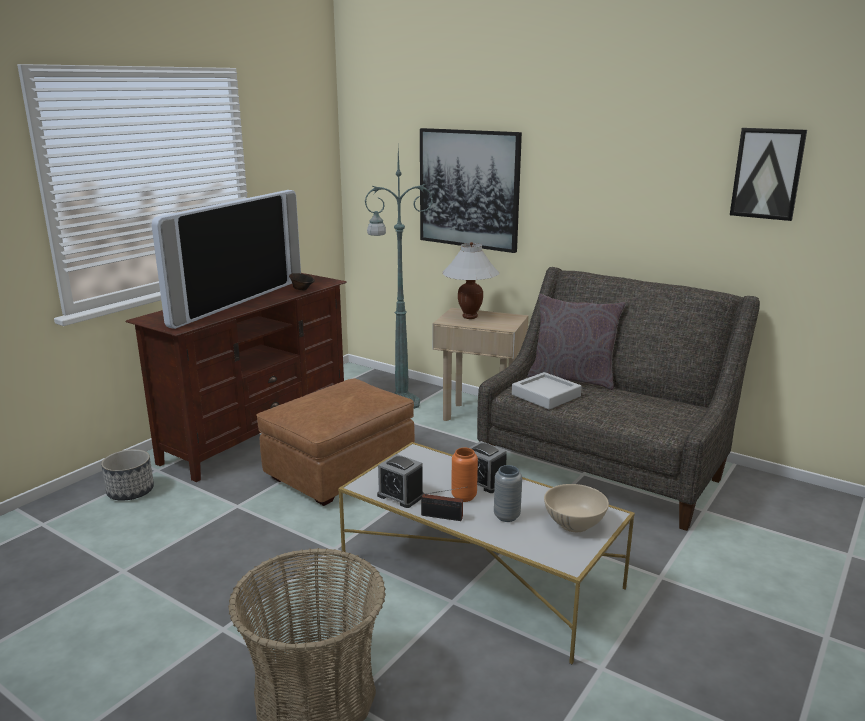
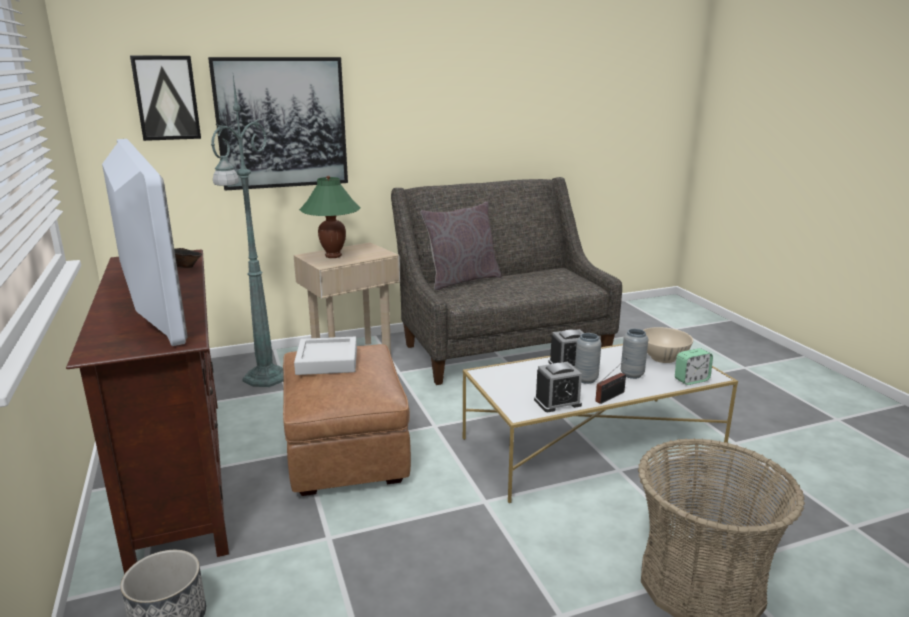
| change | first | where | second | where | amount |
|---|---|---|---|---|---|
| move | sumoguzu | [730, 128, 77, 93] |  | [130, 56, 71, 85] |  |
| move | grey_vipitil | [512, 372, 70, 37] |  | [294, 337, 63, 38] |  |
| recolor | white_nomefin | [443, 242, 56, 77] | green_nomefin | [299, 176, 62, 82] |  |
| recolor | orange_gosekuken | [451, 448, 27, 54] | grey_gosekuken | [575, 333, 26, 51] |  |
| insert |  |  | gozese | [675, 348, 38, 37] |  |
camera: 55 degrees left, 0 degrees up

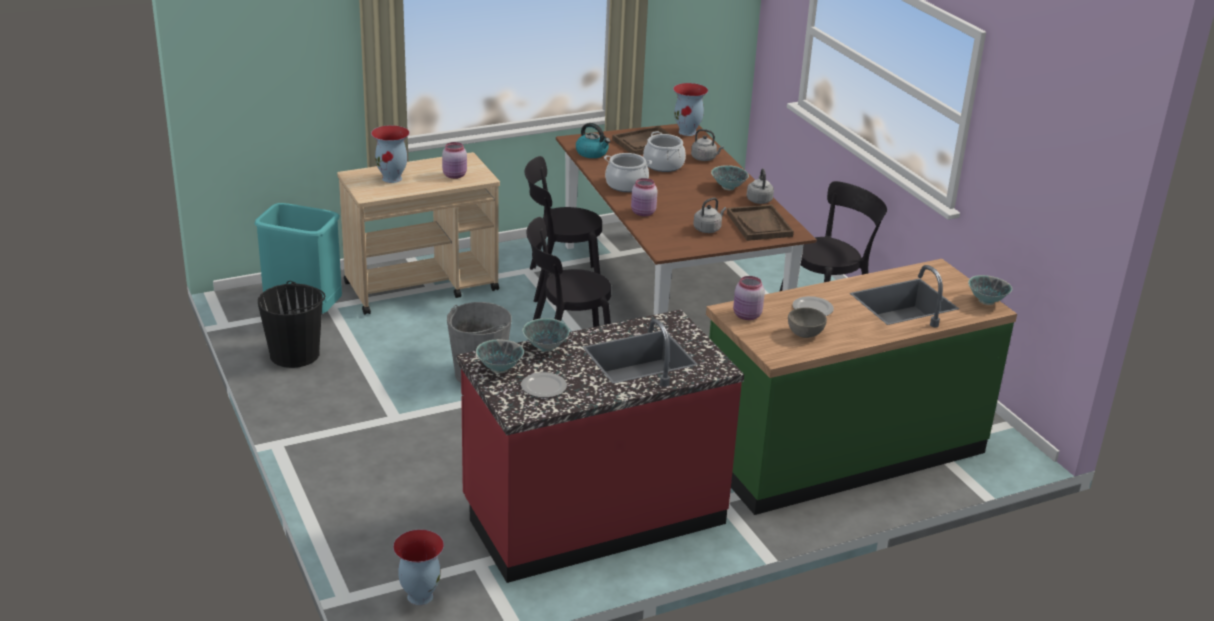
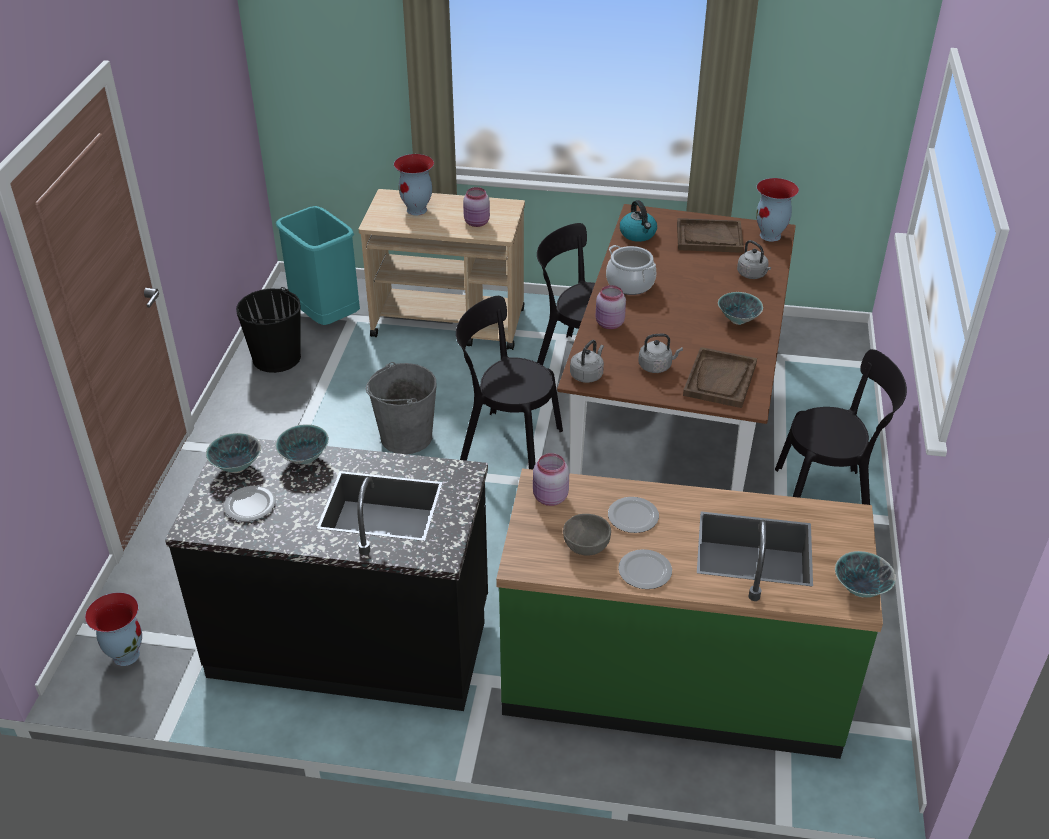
| change | first | where | second | where | amount |
|---|---|---|---|---|---|
| recolor | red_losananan | [457, 310, 287, 273] | black_losananan | [165, 435, 323, 276] |  |
| move | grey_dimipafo | [746, 168, 28, 36] |  | [570, 340, 34, 43] |  |
| insert |  |  | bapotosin | [618, 549, 54, 40] |  |
| delete | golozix | [643, 131, 43, 41] |  |  |  |
camera: 35 degrees right, 10 degrees up

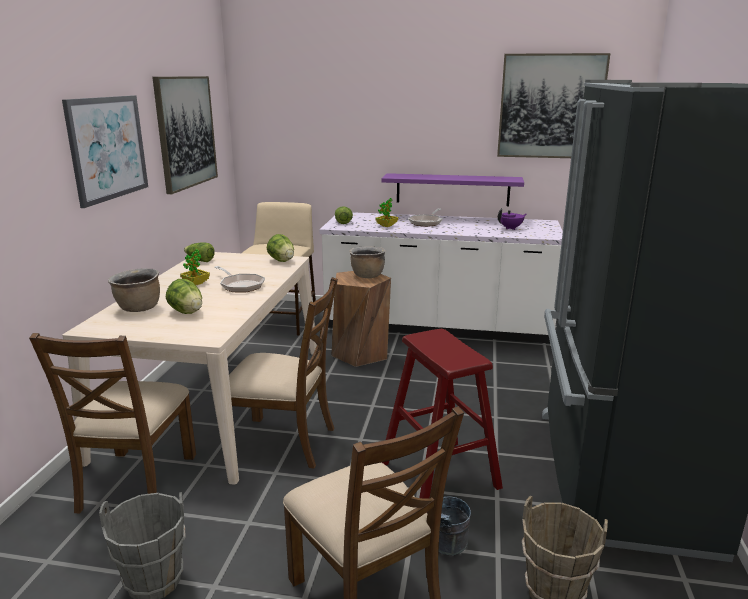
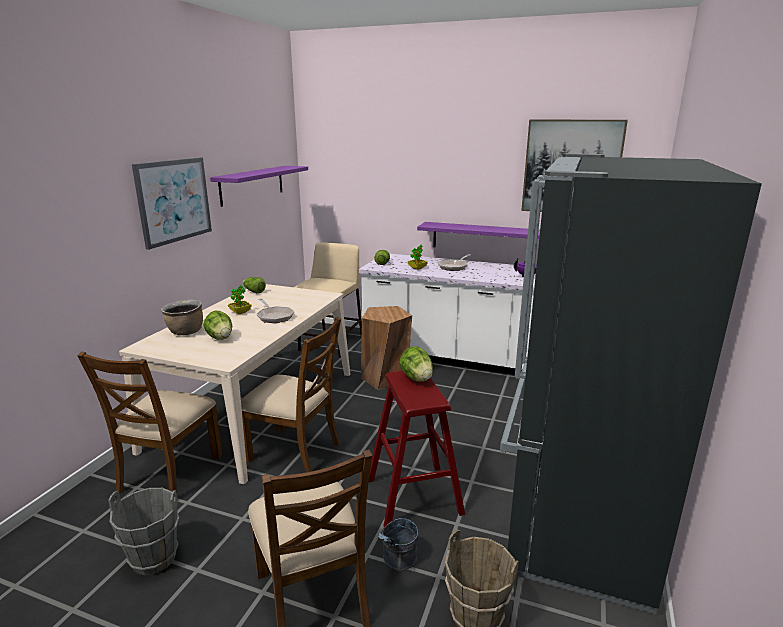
| change | first | where | second | where | amount |
|---|---|---|---|---|---|
| replace | sumoguzu | [152, 76, 66, 118] | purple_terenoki | [210, 166, 98, 41] |  |
| move | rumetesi | [267, 234, 27, 28] |  | [399, 346, 34, 35] |  |
| delete | brown_golozix | [349, 246, 37, 32] |  |  |  |
camera: 10 degrees right, 0 degrees up

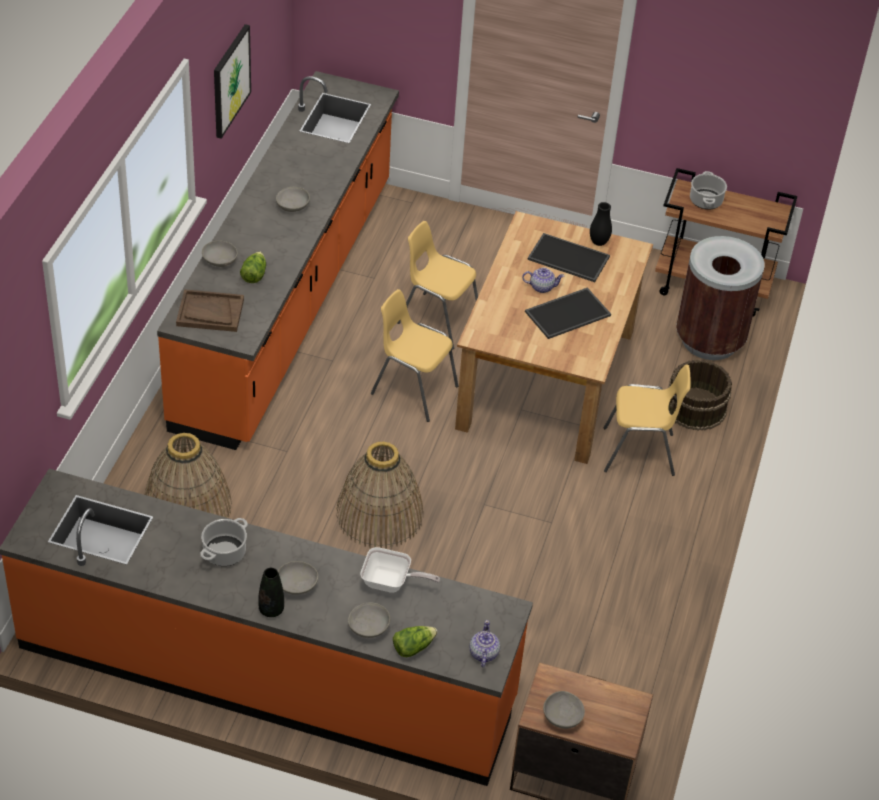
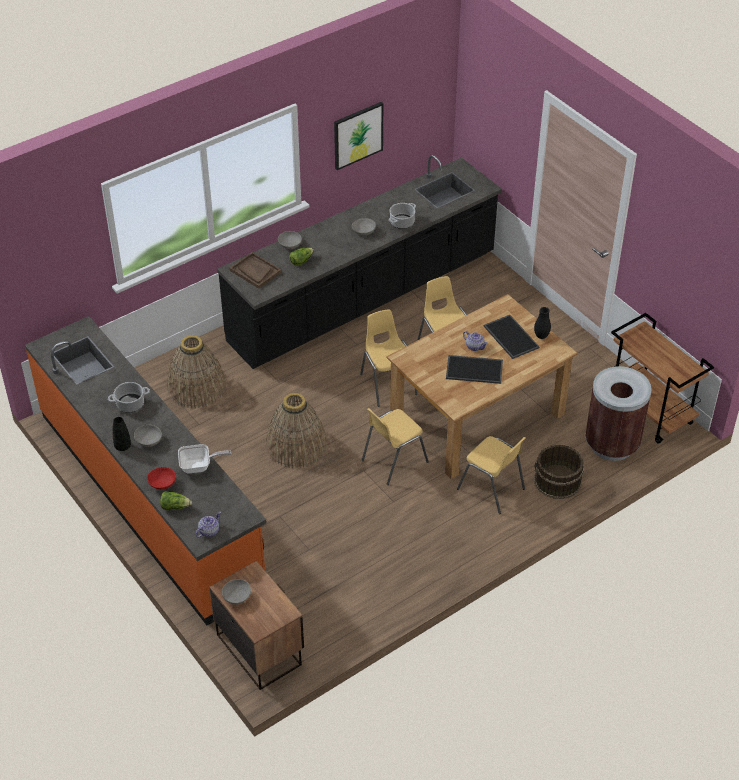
| change | first | where | second | where | amount |
|---|---|---|---|---|---|
| recolor | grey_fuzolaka | [348, 602, 42, 36] | red_fuzolaka | [147, 467, 29, 23] |  |
| rotate | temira | [360, 547, 80, 46] |  | [178, 444, 54, 29] | 60 degrees counterclockwise |
| recolor | orange_losananan | [157, 71, 242, 379] | black_losananan | [217, 155, 285, 214] |  |
| insert |  |  | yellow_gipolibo | [362, 408, 67, 77] |  |
| move | golozix | [690, 171, 37, 39] |  | [389, 203, 27, 26] |  |
camera: 40 degrees right, 0 degrees up

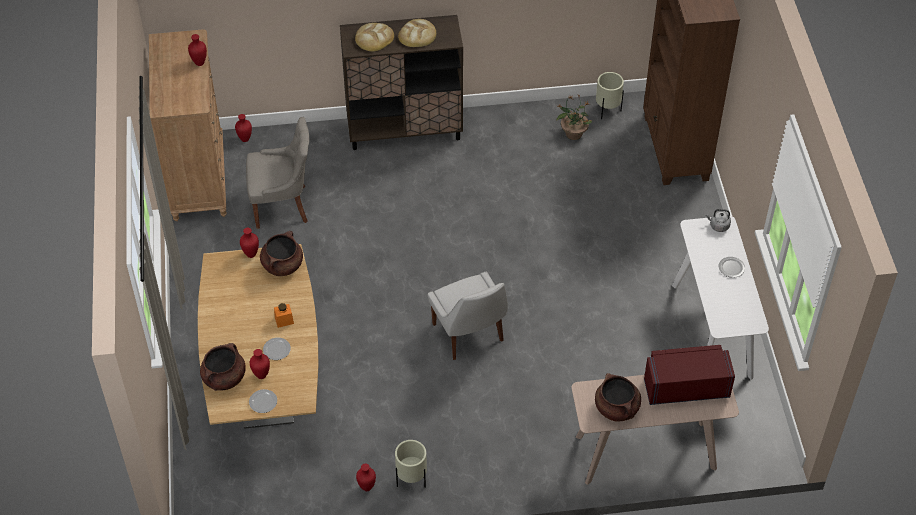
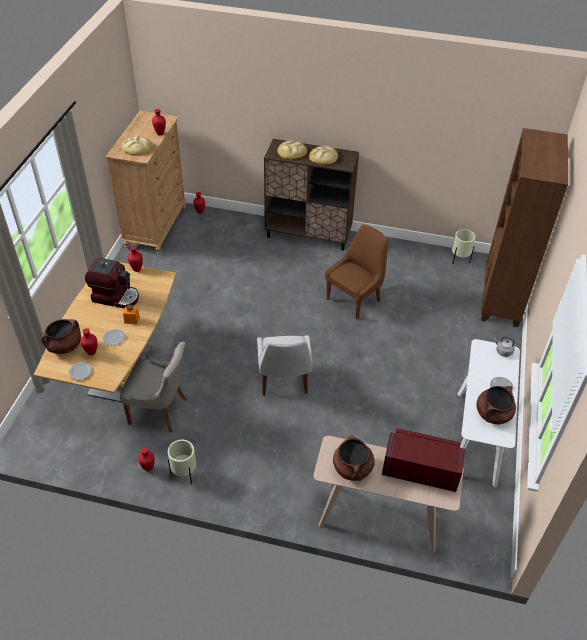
| change | first | where | second | where | amount |
|---|---|---|---|---|---|
| insert |  |  | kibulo | [85, 258, 54, 51] |  |
| move | grey_gipolibo | [246, 117, 63, 112] |  | [120, 342, 67, 91] |  |
| insert |  |  | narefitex | [122, 136, 30, 20] |  |
| insert |  |  | brown_gipolibo | [325, 224, 63, 95] |  |
| move | brown_golozix | [260, 231, 43, 45] |  | [477, 386, 39, 39] |  |
| delete | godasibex | [556, 94, 36, 46] |  |  |  |
camera: 20 degrees right, 5 degrees down

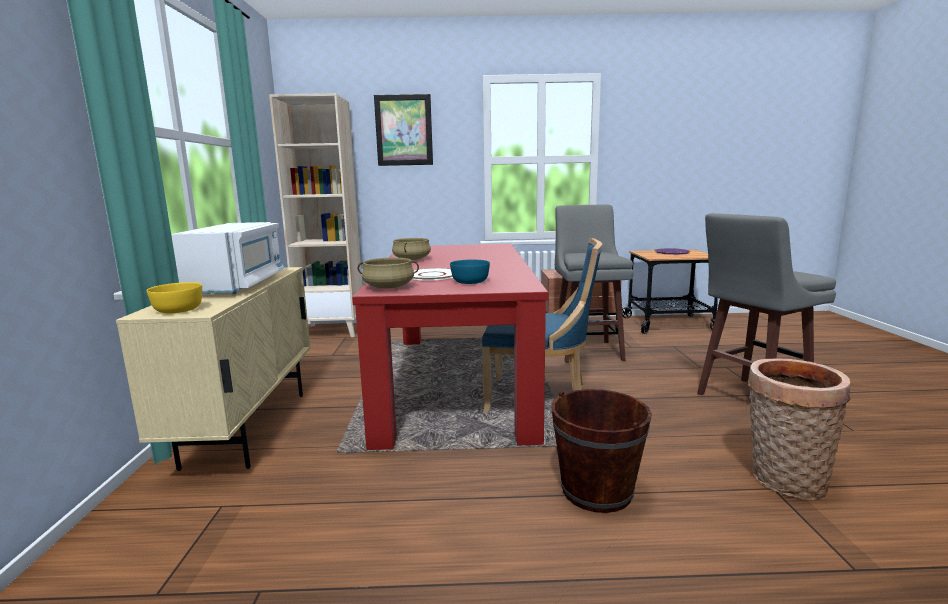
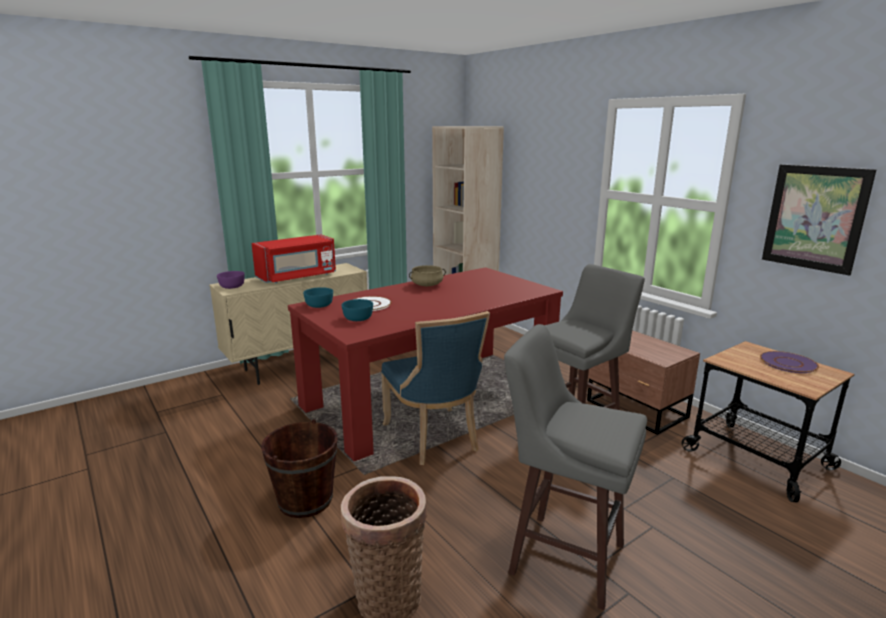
| change | first | where | second | where | amount |
|---|---|---|---|---|---|
| recolor | yellow_fuzolaka | [147, 282, 55, 31] | purple_fuzolaka | [217, 271, 28, 18] |  |
| recolor | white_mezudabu | [171, 222, 113, 72] | red_mezudabu | [251, 234, 85, 49] |  |
| replace | beige_golozix | [358, 258, 61, 30] | turquoise_fuzolaka | [303, 287, 30, 21] |  |
| move | sumoguzu | [374, 94, 59, 72] |  | [762, 164, 114, 112] |  |
camera: 55 degrees right, 5 degrees up

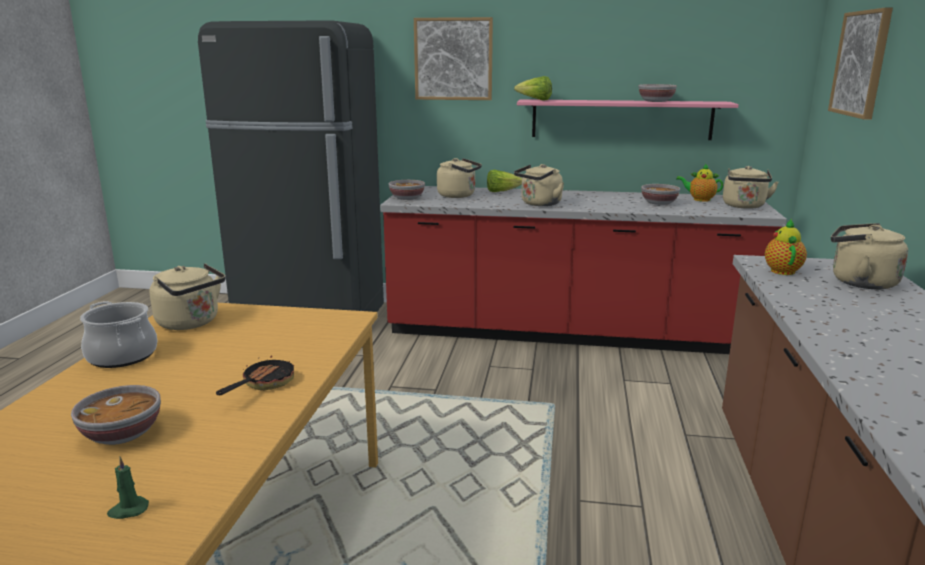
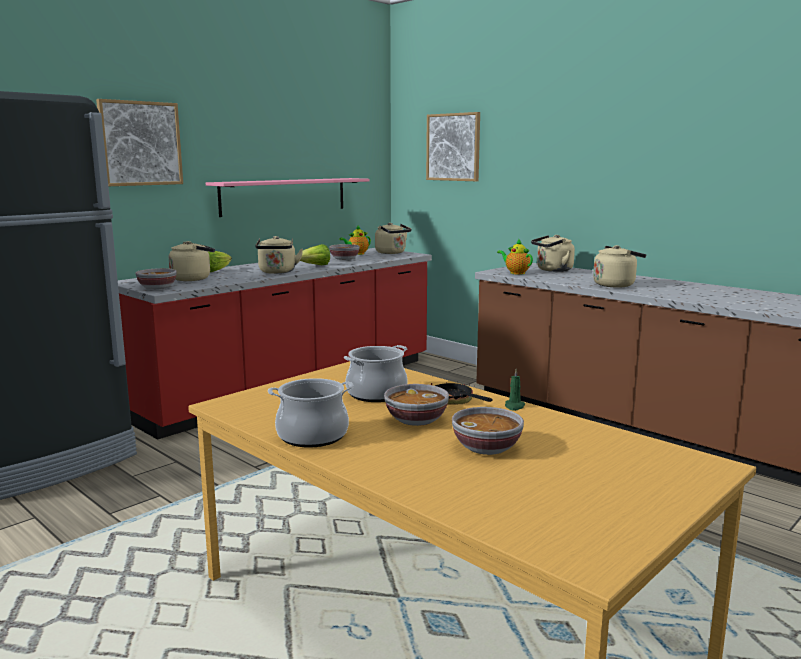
| change | first | where | second | where | amount |
|---|---|---|---|---|---|
| move | rumetesi | [514, 76, 38, 25] |  | [300, 244, 30, 21] |  |
| insert |  |  | golozix | [344, 345, 63, 57] |  |
| move | fuzolaka | [639, 84, 38, 18] |  | [384, 384, 65, 42] |  |
| move | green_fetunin | [107, 457, 42, 62] |  | [505, 369, 20, 42] |  |
| move | beige_dimipafo | [149, 263, 77, 67] |  | [593, 245, 53, 43] |  |
camera: 55 degrees left, 5 degrees down

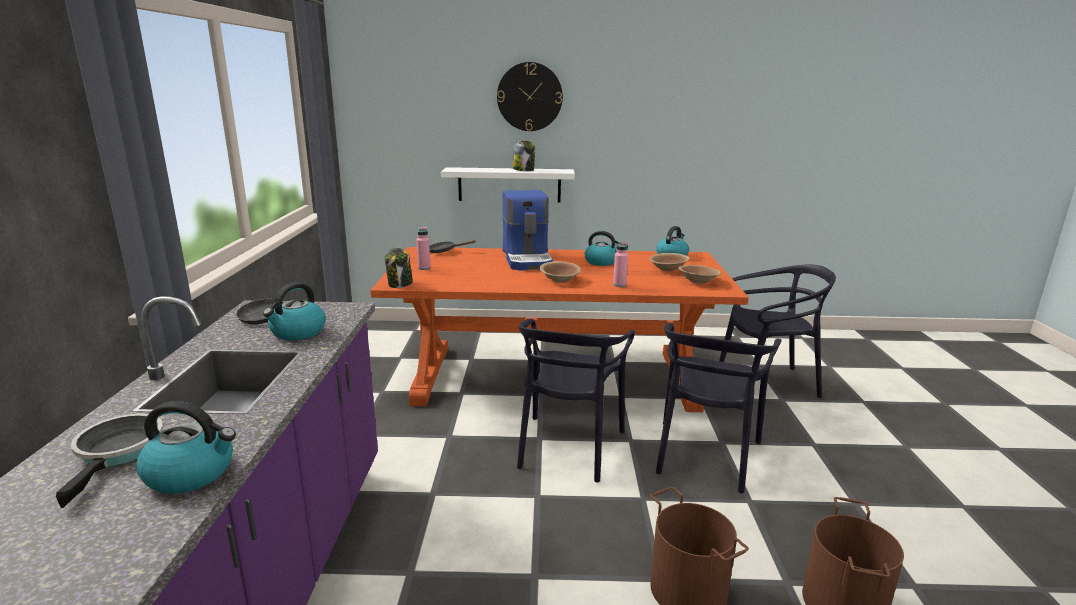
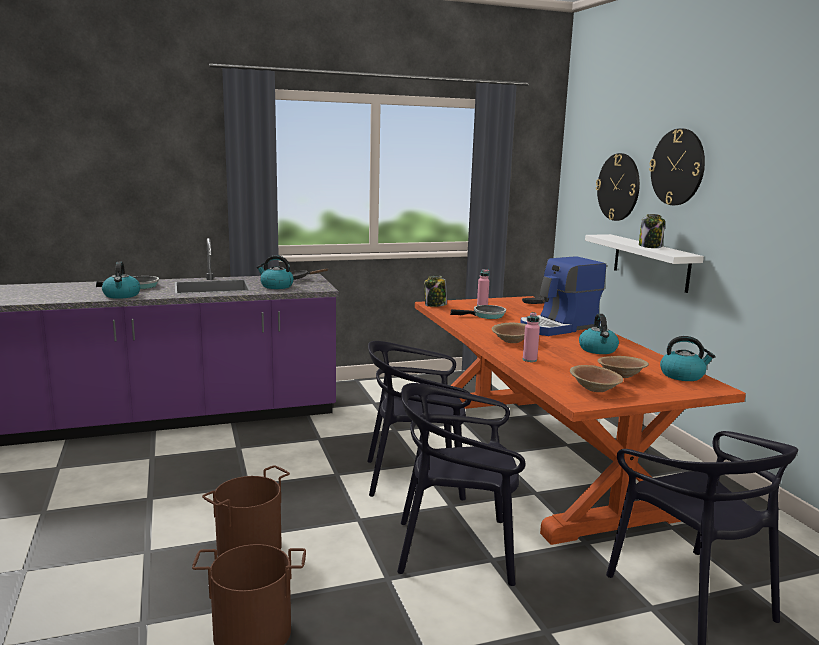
| change | first | where | second | where | amount |
|---|---|---|---|---|---|
| insert |  |  | temira | [450, 305, 56, 14] |  |
| insert |  |  | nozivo | [596, 153, 44, 68] |  |
camera: 70 degrees right, 5 degrees down

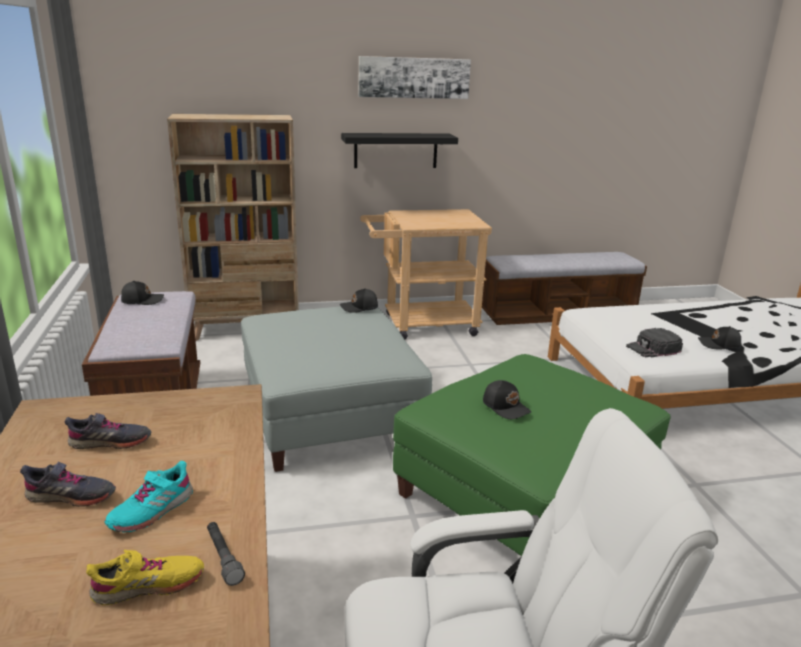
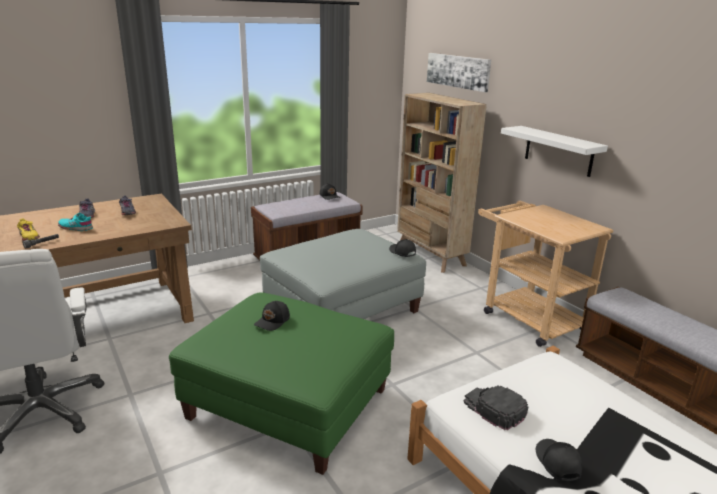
| change | first | where | second | where | amount |
|---|---|---|---|---|---|
| move | sumoguzu | [358, 56, 113, 43] |  | [427, 53, 64, 39] |  |
| recolor | black_terenoki | [341, 133, 117, 35] | white_terenoki | [501, 126, 107, 51] |  |
camera: 70 degrees right, 0 degrees up

